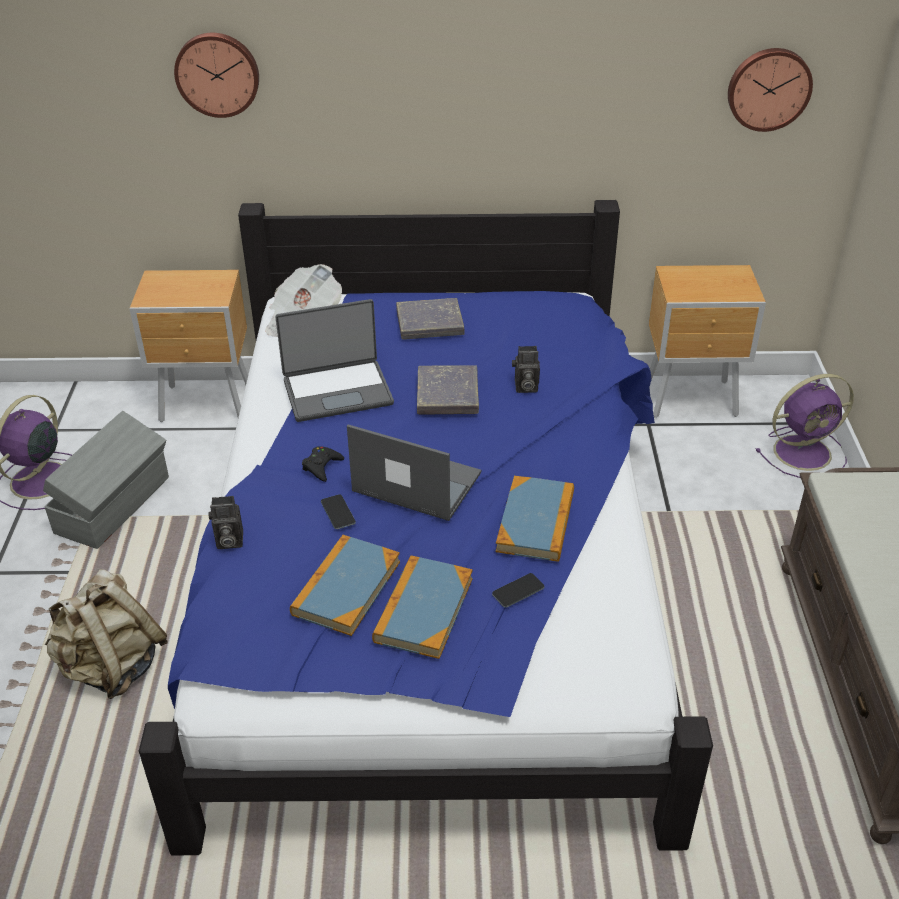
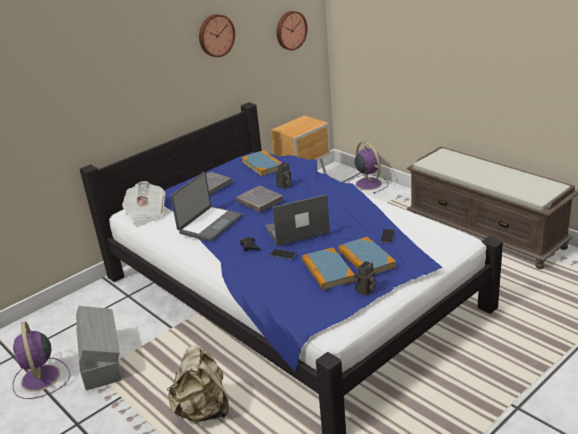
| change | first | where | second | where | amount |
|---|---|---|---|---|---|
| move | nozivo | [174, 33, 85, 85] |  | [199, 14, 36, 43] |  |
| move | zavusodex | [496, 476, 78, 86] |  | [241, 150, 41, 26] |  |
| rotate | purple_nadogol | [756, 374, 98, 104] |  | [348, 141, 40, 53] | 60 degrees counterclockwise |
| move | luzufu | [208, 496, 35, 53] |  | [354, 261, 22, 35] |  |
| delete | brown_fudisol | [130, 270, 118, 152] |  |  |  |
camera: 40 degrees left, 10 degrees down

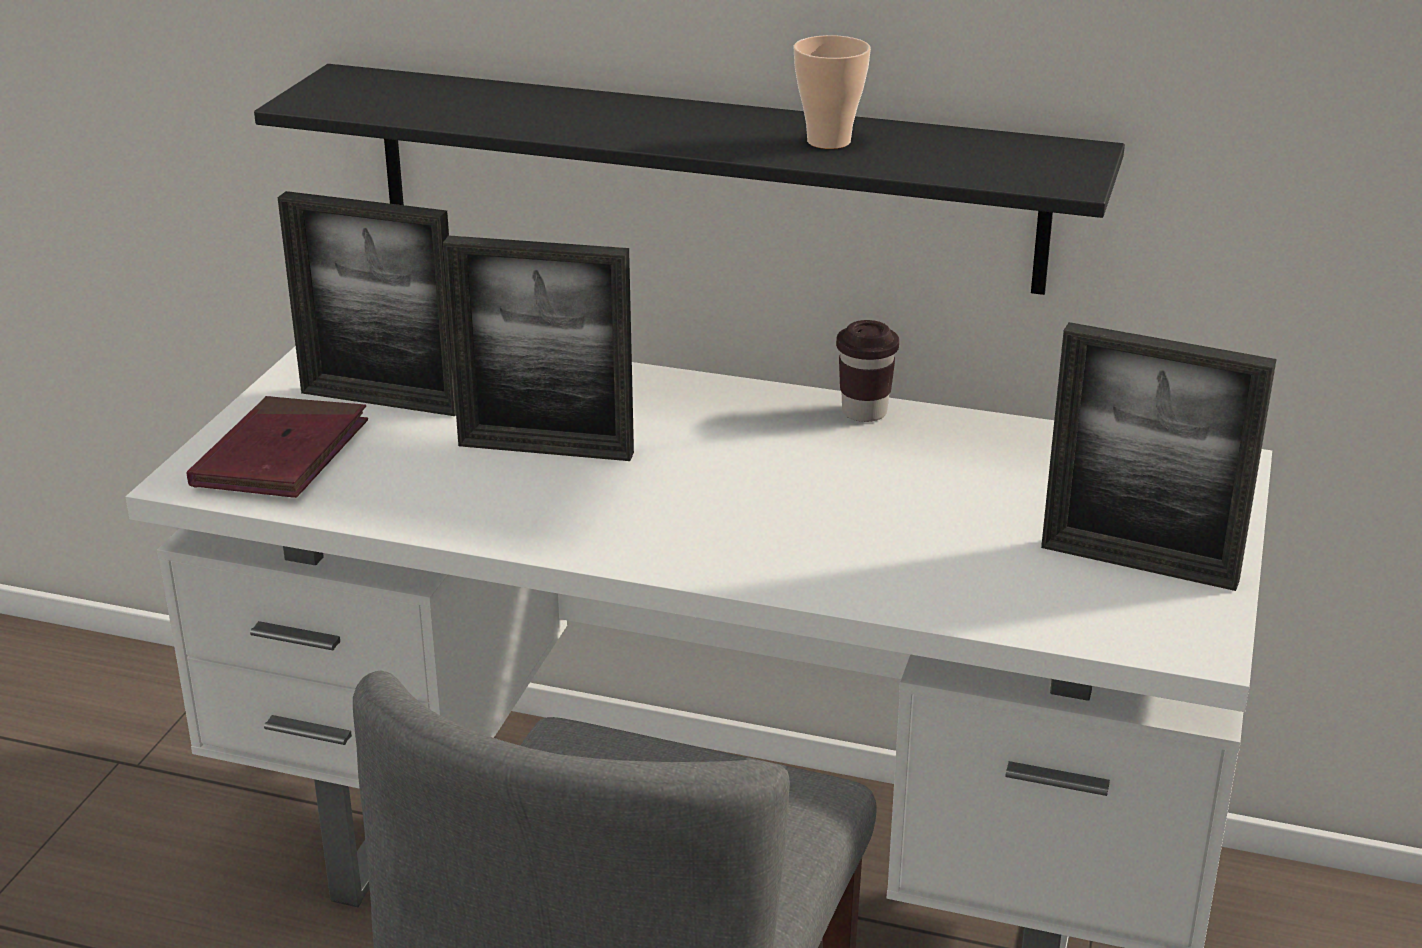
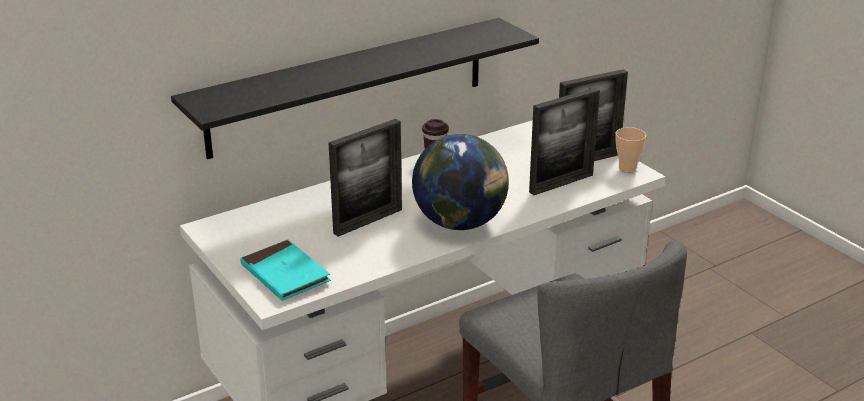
| change | first | where | second | where | amount |
|---|---|---|---|---|---|
| recolor | red_zavusodex | [187, 396, 181, 102] | turquoise_zavusodex | [240, 239, 91, 62] |  |
| insert |  |  | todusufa | [412, 134, 97, 96] |  |
| move | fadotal | [277, 191, 179, 225] |  | [529, 88, 71, 107] |  |
| move | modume | [794, 35, 77, 114] |  | [615, 127, 31, 46] |  |
camera: 50 degrees left, 0 degrees up

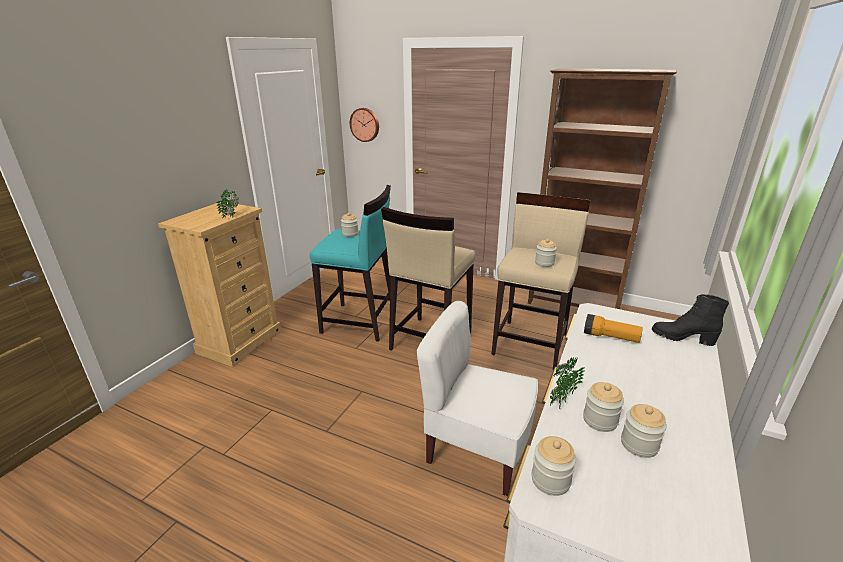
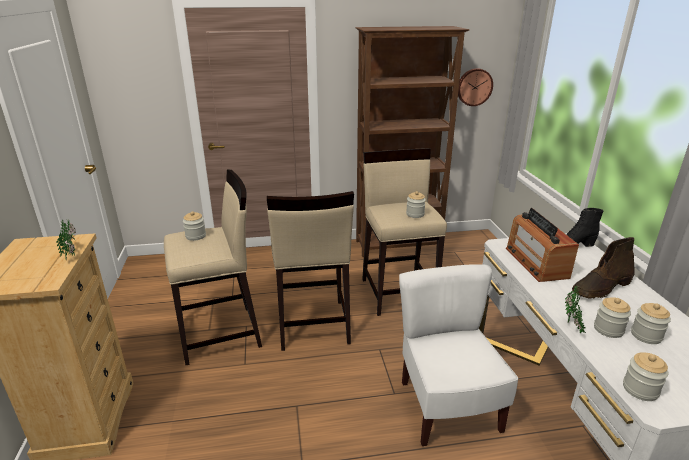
| change | first | where | second | where | amount |
|---|---|---|---|---|---|
| recolor | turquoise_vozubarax | [310, 185, 81, 157] | beige_vozubarax | [164, 170, 98, 195] |  |
| rotate | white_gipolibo | [417, 301, 121, 195] |  | [399, 264, 119, 182] | 90 degrees clockwise |
| move | nozivo | [350, 108, 29, 34] |  | [458, 68, 35, 38] |  |
| replace | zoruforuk | [584, 314, 59, 29] | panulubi | [506, 208, 73, 74] |  |
| insert |  |  | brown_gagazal | [572, 237, 63, 62] |  |
camera: 35 degrees left, 0 degrees up

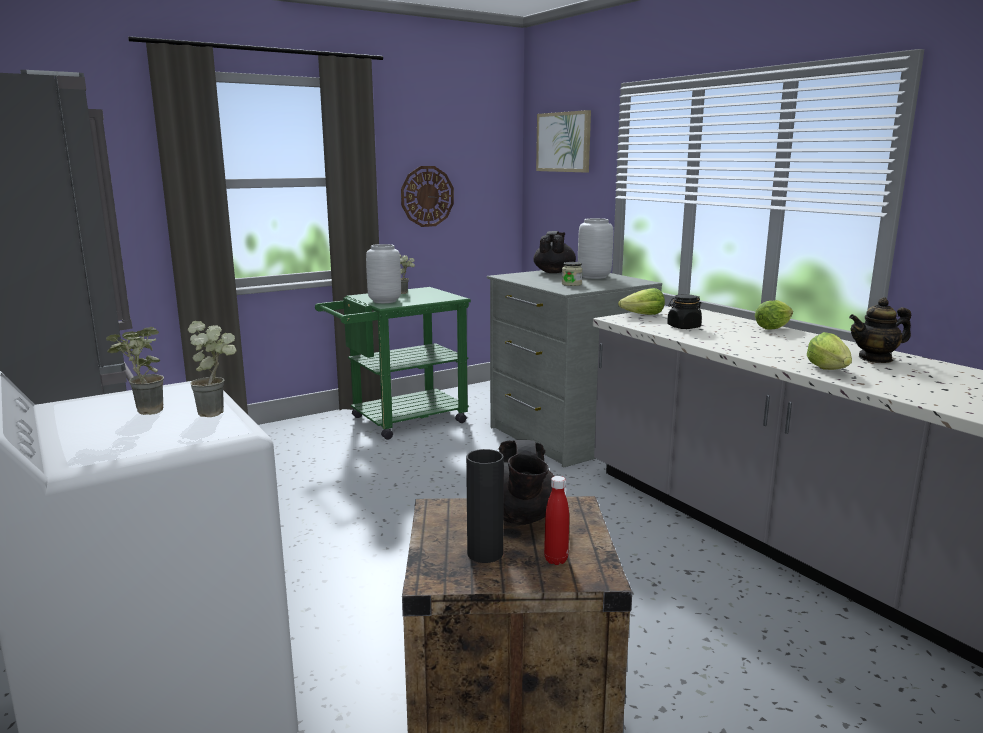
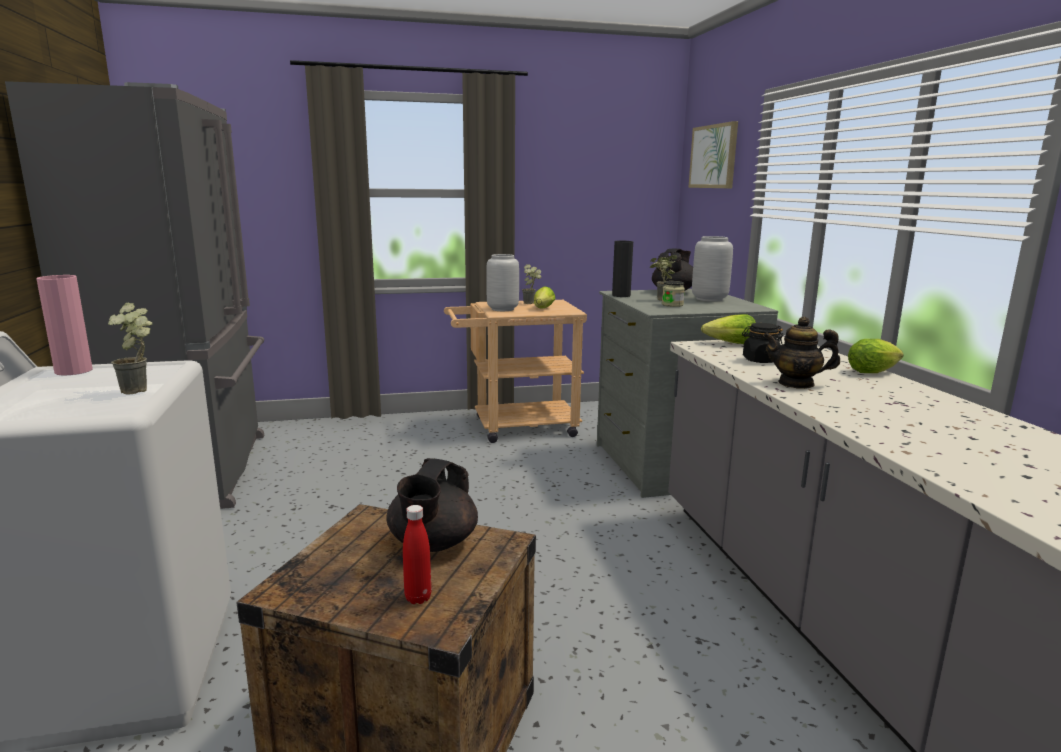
| change | first | where | second | where | amount |
|---|---|---|---|---|---|
| insert |  |  | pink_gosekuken | [36, 275, 57, 100] |  |
| recolor | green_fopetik | [315, 287, 156, 153] | beige_fopetik | [444, 300, 143, 143] |  |
| move | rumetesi | [807, 332, 45, 38] |  | [534, 286, 22, 23] |  |
| move | black_gosekuken | [466, 449, 38, 114] |  | [612, 241, 21, 56] |  |
| move | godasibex | [106, 327, 58, 88] |  | [650, 255, 27, 46] |  |
| move | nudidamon | [849, 297, 62, 66] |  | [763, 317, 77, 72] |  |
| delete | nozivo | [401, 166, 53, 61] |  |  |  |
camera: 20 degrees right, 0 degrees up

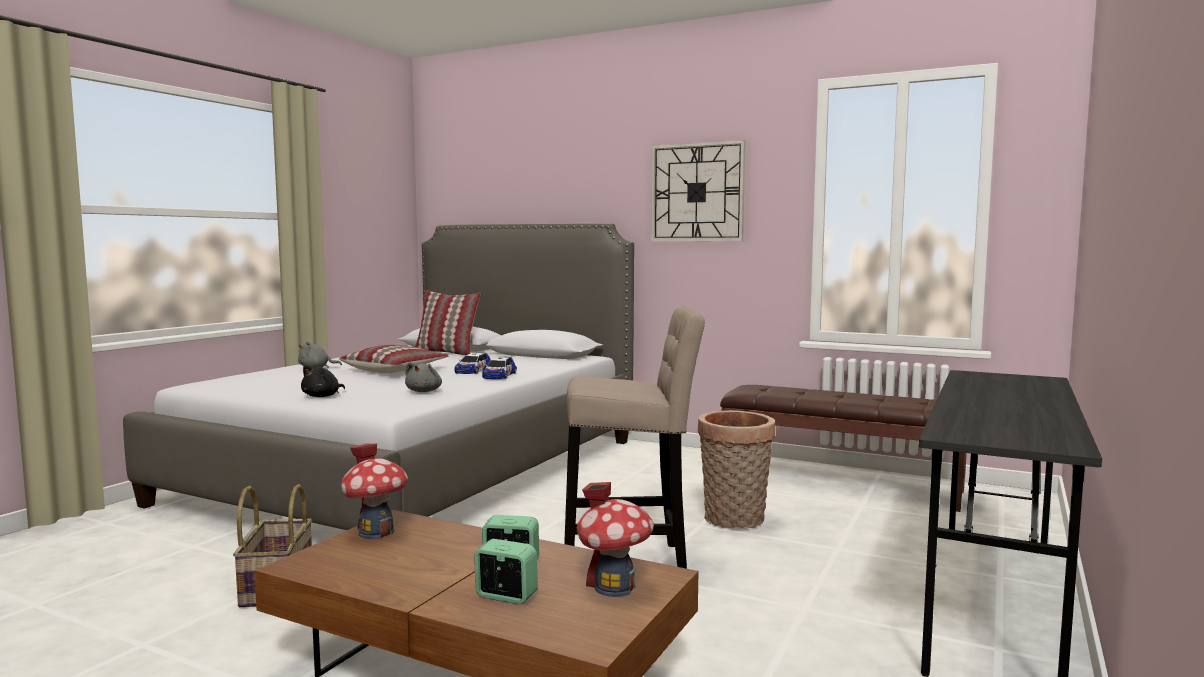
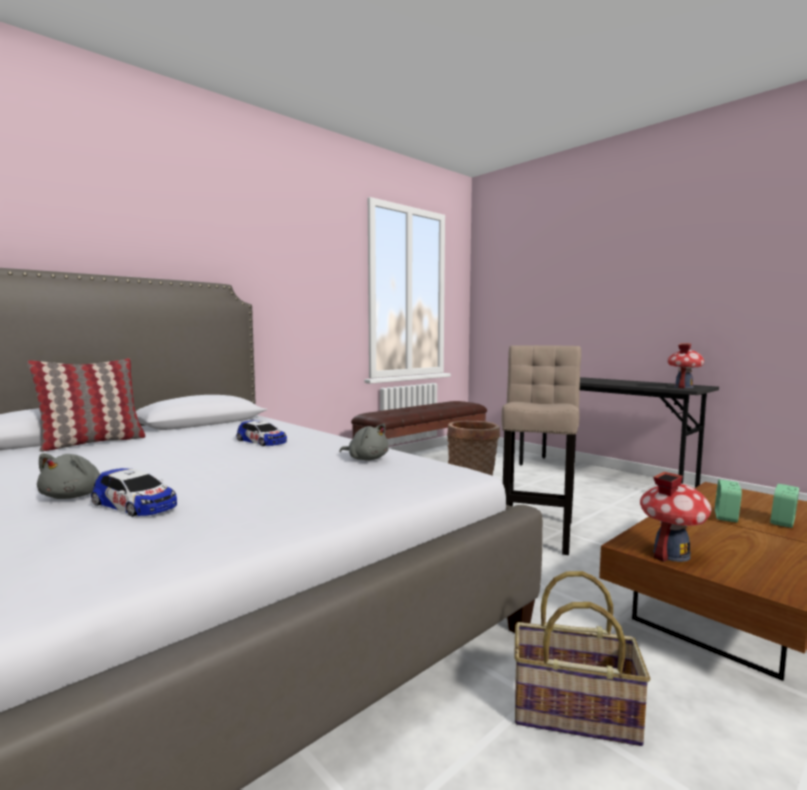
| change | first | where | second | where | amount |
|---|---|---|---|---|---|
| move | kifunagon | [482, 357, 35, 22] |  | [91, 468, 86, 49] |  |
| move | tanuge | [577, 482, 77, 115] |  | [667, 343, 37, 46] |  |
| delete | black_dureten | [301, 365, 44, 32] |  |  |  |
| delete | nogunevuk | [339, 345, 109, 28] |  |  |  |
| delete | nozivo | [651, 140, 94, 101] |  |  |  |
camera: 70 degrees left, 0 degrees up

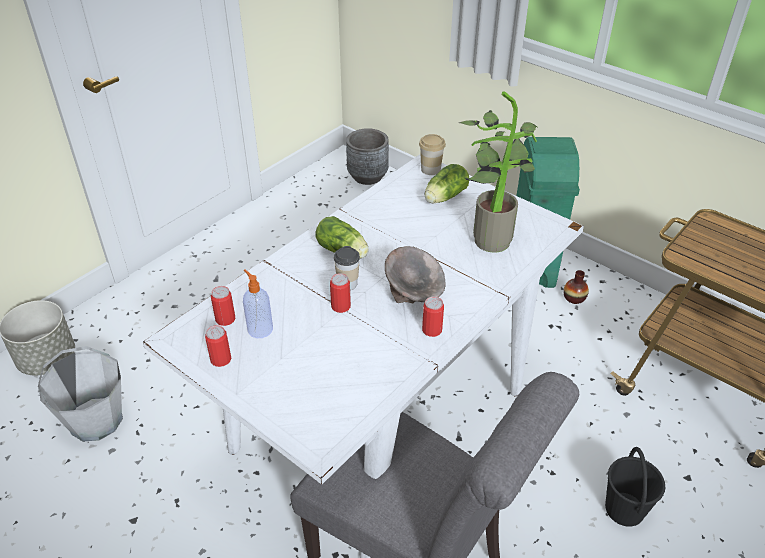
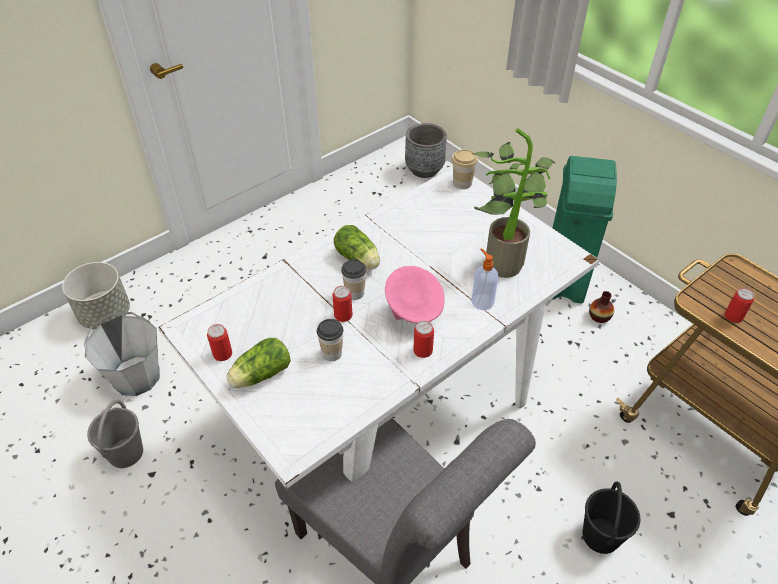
| change | first | where | second | where | amount |
|---|---|---|---|---|---|
| insert |  |  | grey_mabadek | [87, 399, 56, 69] |  |
| move | rumetesi | [425, 164, 44, 40] |  | [226, 338, 65, 50] |  |
| insert |  |  | modume | [317, 319, 27, 42] |  |
| recolor | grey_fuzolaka | [385, 246, 61, 57] | pink_fuzolaka | [385, 266, 60, 57] |  |
| move | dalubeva | [243, 270, 30, 68] |  | [471, 248, 27, 62] |  |
| move | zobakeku | [211, 286, 24, 40] |  | [725, 288, 30, 35] |  |
camera: 10 degrees right, 5 degrees up

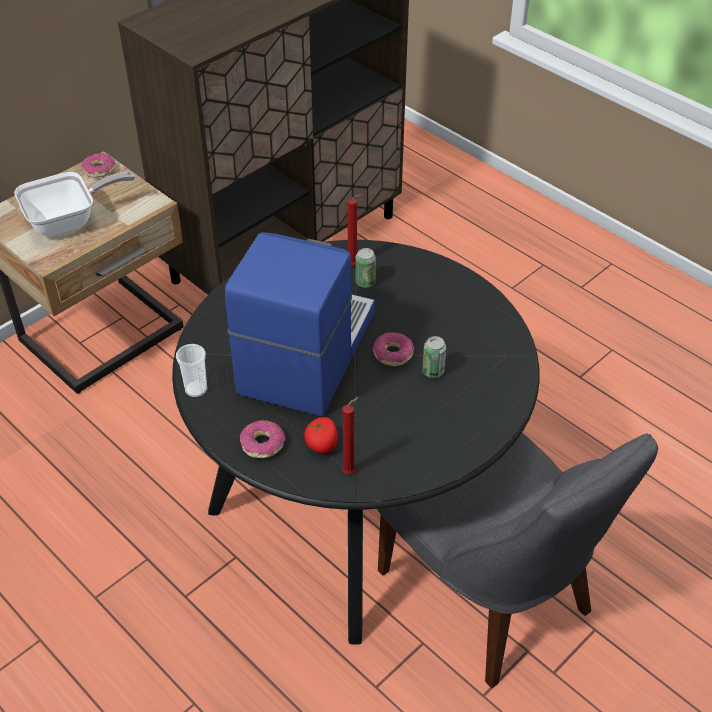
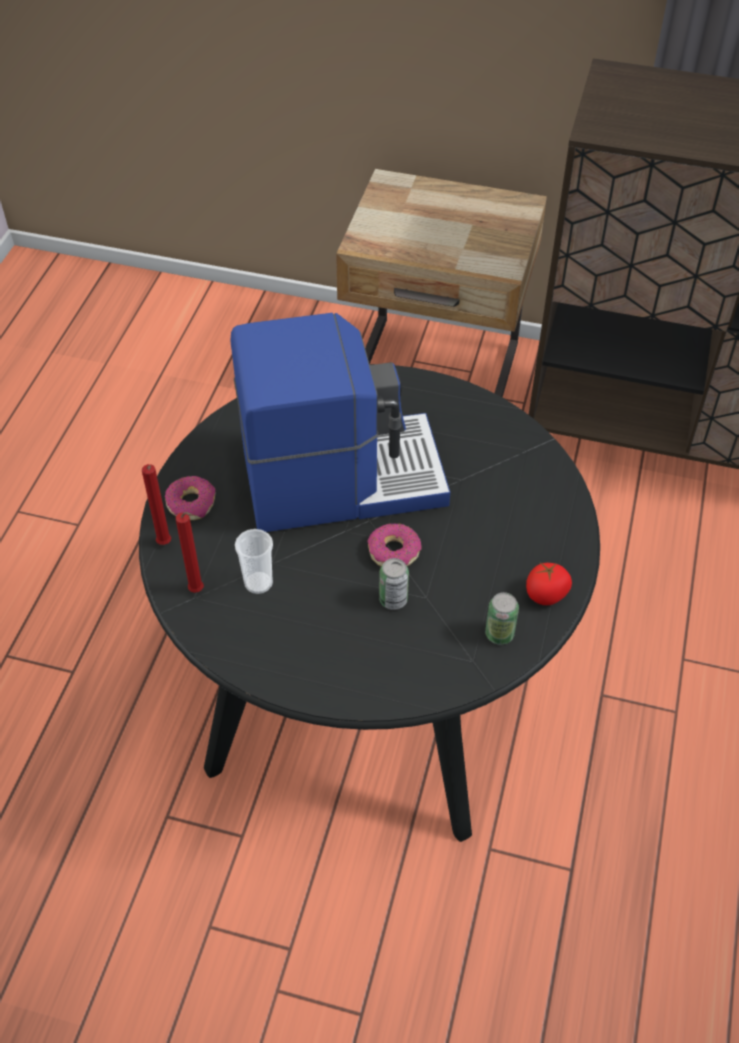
| change | first | where | second | where | amount |
|---|---|---|---|---|---|
| move | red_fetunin | [348, 194, 14, 71] |  | [142, 464, 29, 81] |  |
| move | modume | [176, 344, 31, 53] |  | [235, 529, 38, 65] |  |
| move | zobakeku | [355, 248, 21, 40] |  | [485, 592, 34, 53] |  |
| move | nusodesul | [304, 417, 34, 36] |  | [526, 563, 46, 42] |  |
| delete | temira | [14, 172, 121, 65] |  |  |  |
| delete | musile | [81, 153, 34, 25] |  |  |  |
| delete | grey_gipolibo | [377, 432, 281, 256] |  |  |  |
camera: 60 degrees right, 5 degrees up

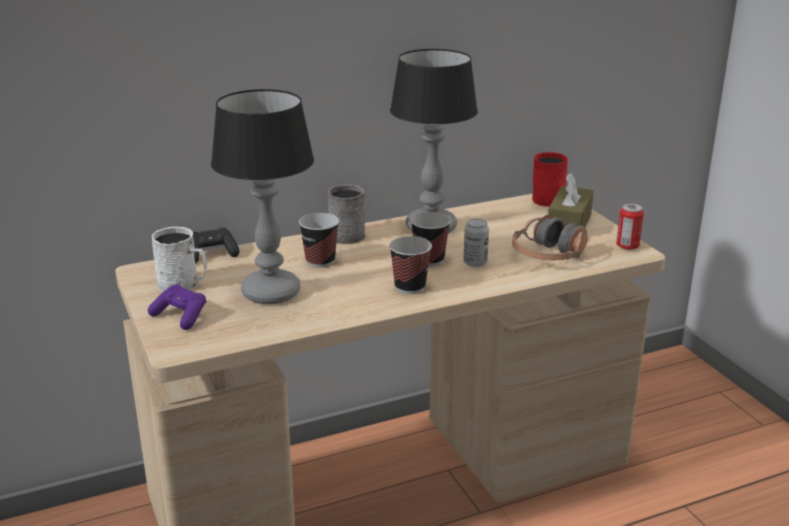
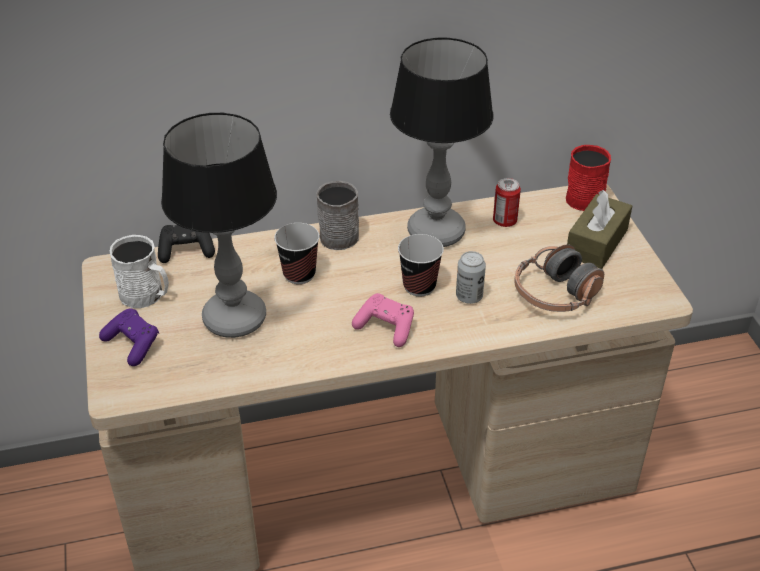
| change | first | where | second | where | amount |
|---|---|---|---|---|---|
| replace | modume | [389, 236, 43, 58] | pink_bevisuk | [352, 293, 62, 54] |  |
| move | zobakeku | [616, 204, 28, 46] |  | [493, 178, 28, 49] |  |
camera: 10 degrees right, 15 degrees up

